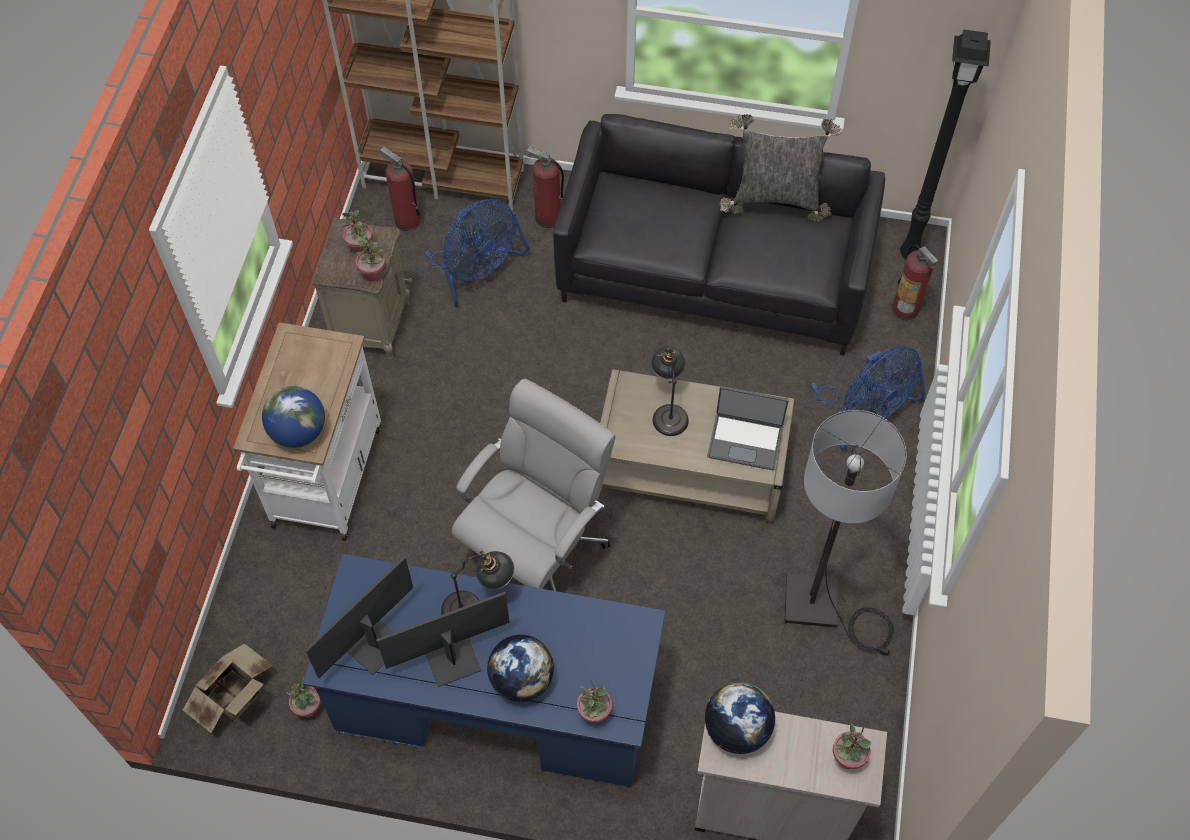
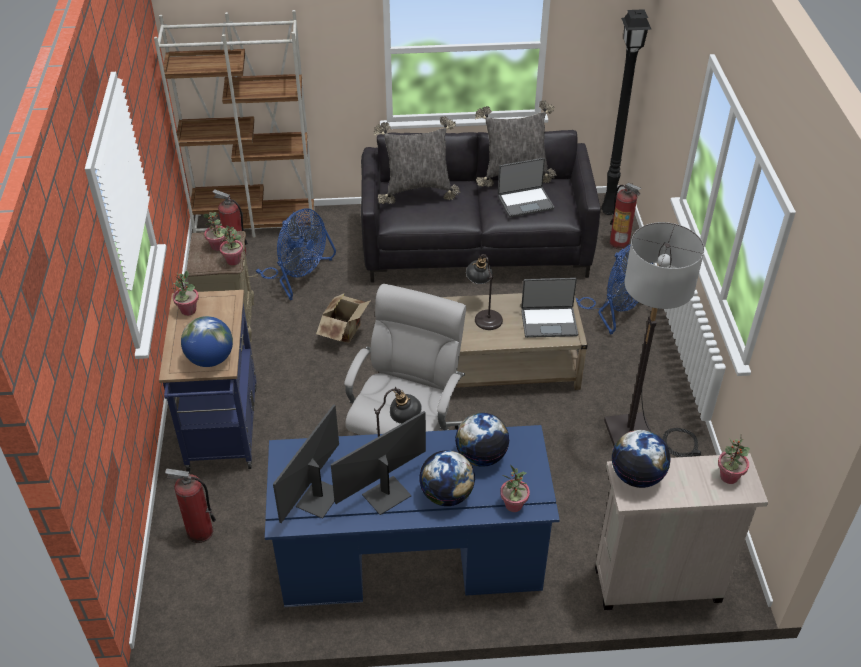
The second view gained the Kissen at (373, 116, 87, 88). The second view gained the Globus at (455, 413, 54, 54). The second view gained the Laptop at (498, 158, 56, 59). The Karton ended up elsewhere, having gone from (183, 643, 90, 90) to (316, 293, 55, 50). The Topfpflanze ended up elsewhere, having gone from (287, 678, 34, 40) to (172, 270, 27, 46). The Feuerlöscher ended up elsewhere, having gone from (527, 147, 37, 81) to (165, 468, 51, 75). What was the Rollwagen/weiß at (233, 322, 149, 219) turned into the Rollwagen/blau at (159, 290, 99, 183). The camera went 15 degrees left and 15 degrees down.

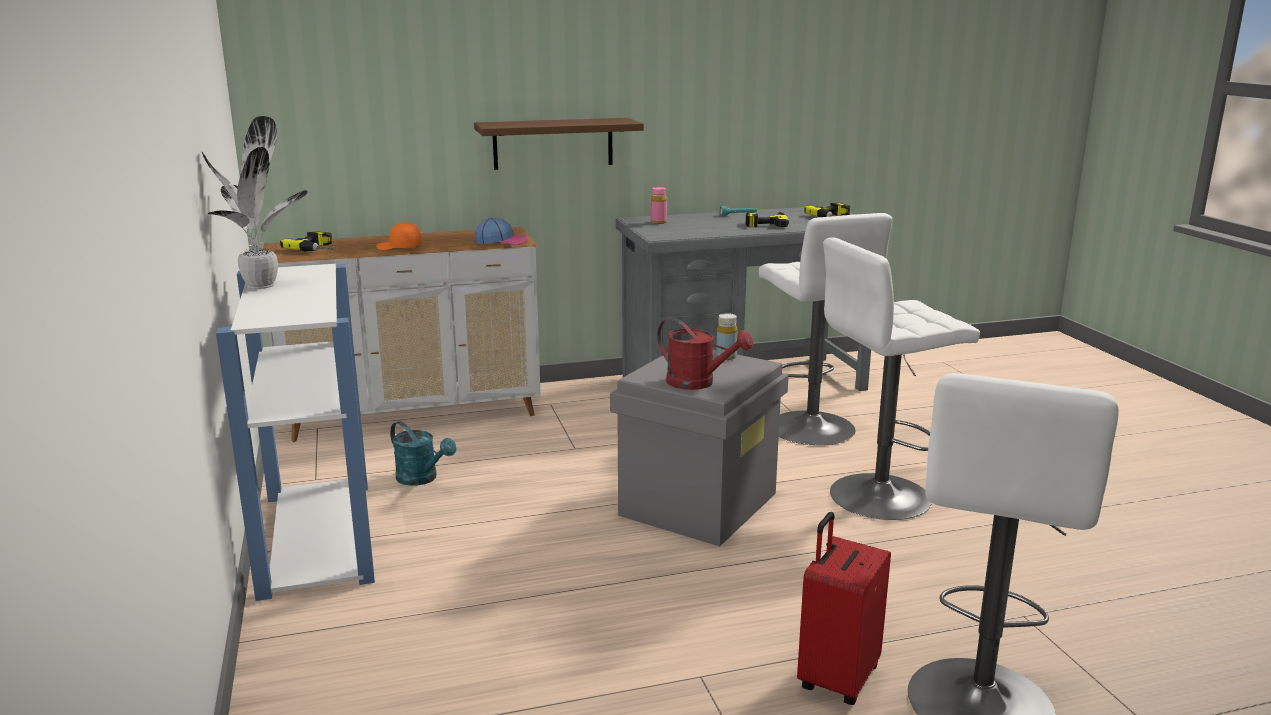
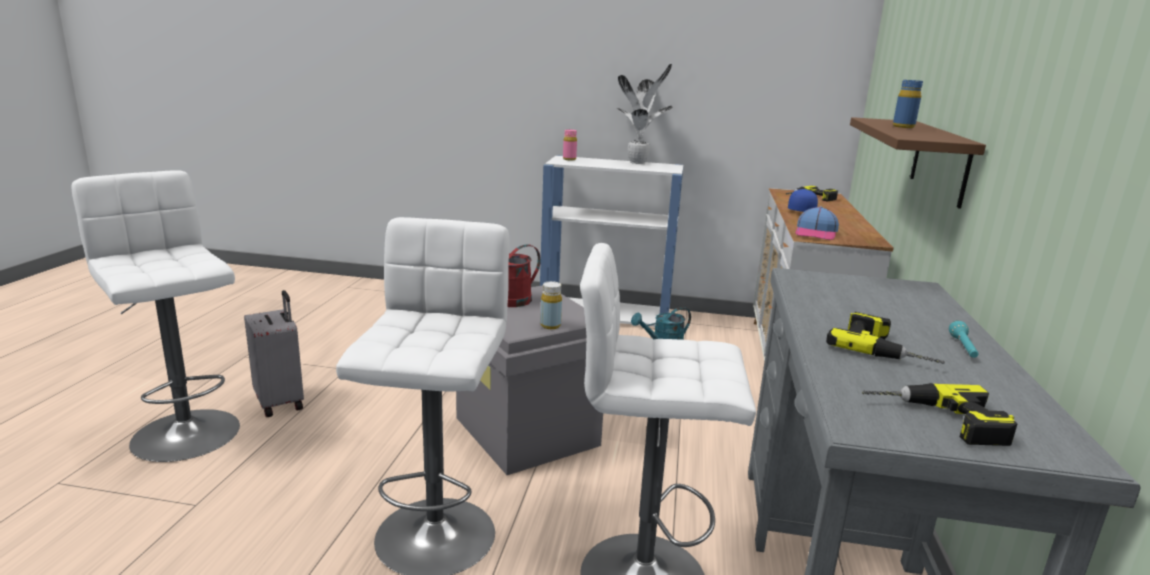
The second view gained the Flasche/blau at (893, 80, 30, 48). The Flasche/rosa ended up elsewhere, having gone from (651, 187, 16, 37) to (563, 130, 14, 30). What was the Kappe/orange at (376, 222, 46, 28) turned into the Kappe/blau at (788, 189, 30, 23). What was the Koffer/rot at (797, 512, 94, 193) turned into the Koffer/grau at (244, 290, 60, 127). The camera went 115 degrees right and 0 degrees up.

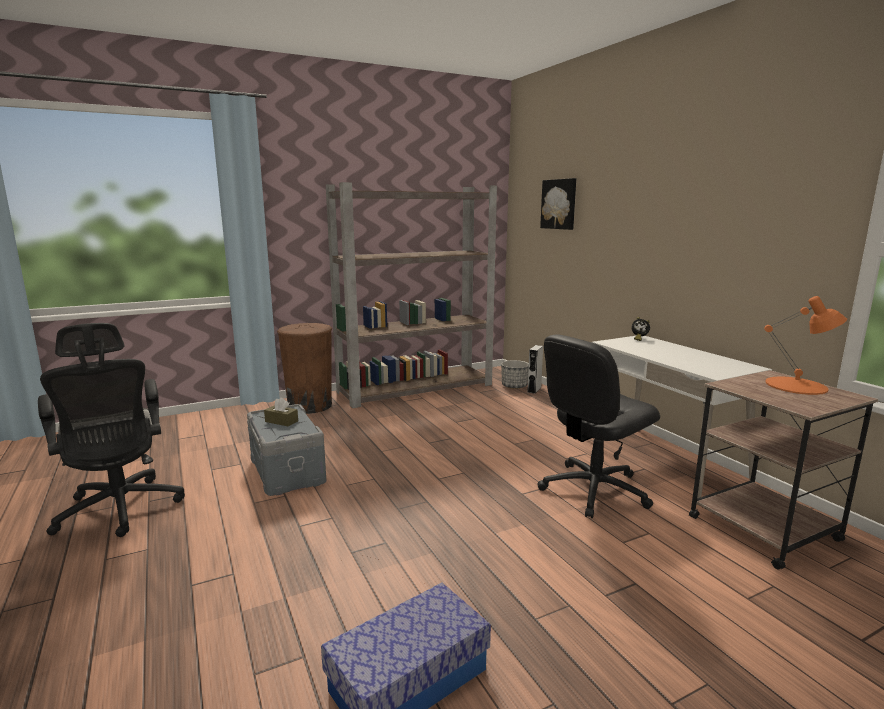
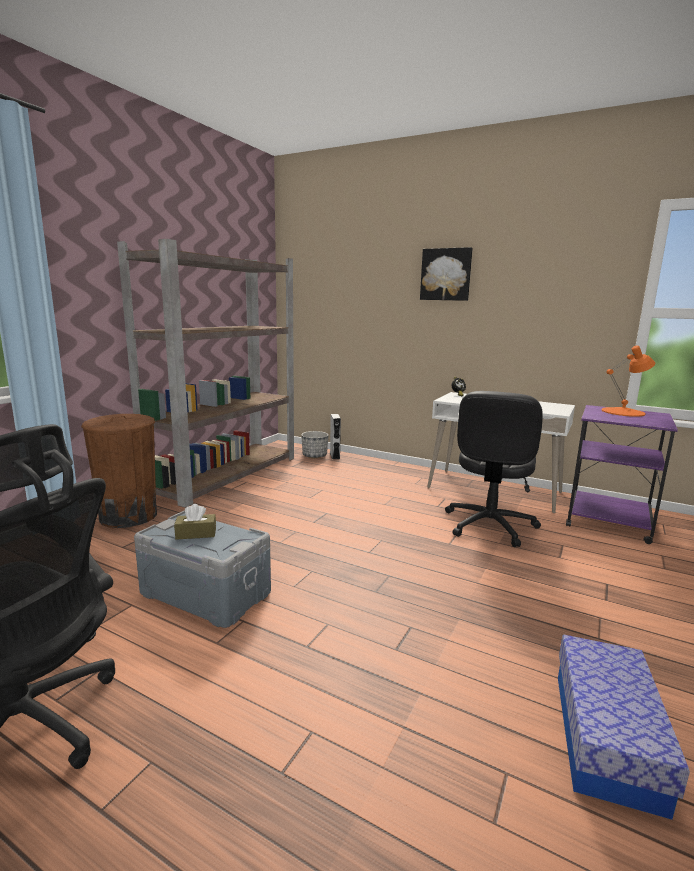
The Bild ended up elsewhere, having gone from (540, 178, 36, 52) to (420, 247, 53, 54). What was the Rollwagen/braun at (689, 370, 189, 200) turned into the Rollwagen/lila at (566, 405, 112, 139). The camera went 35 degrees left and 0 degrees up.

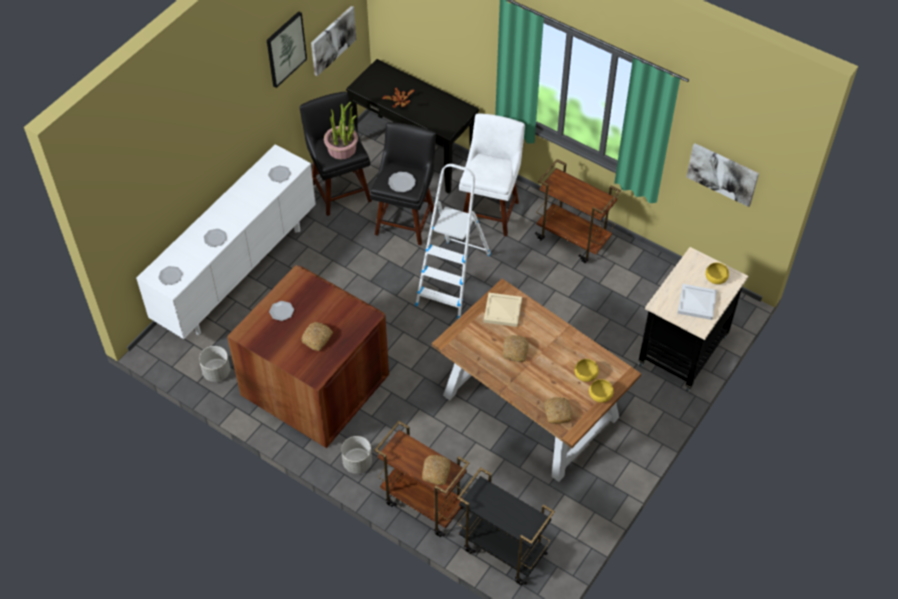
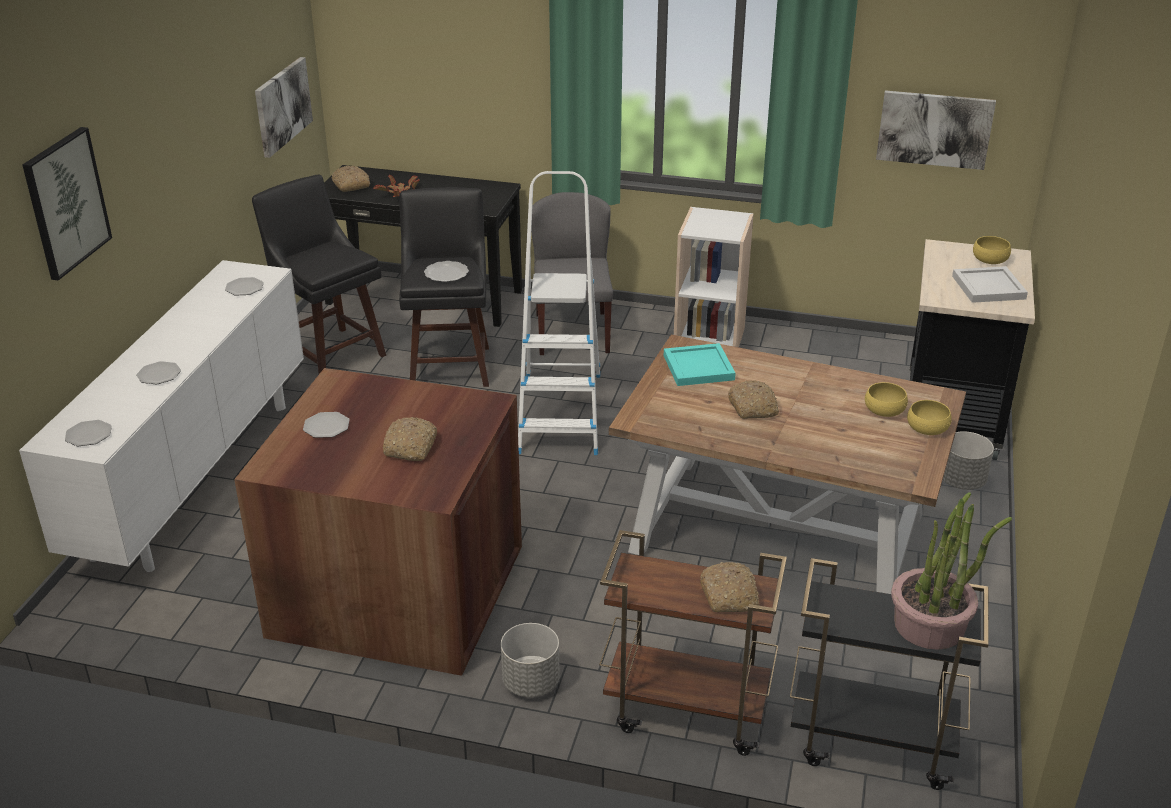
The Pflanzkübel/grau ended up elsewhere, having gone from (199, 346, 31, 36) to (943, 431, 51, 59). The Bild ended up elsewhere, having gone from (267, 11, 40, 77) to (22, 127, 90, 153). The Topfpflanze ended up elsewhere, having gone from (324, 102, 34, 57) to (891, 492, 121, 158). The Brot ended up elsewhere, having gone from (545, 397, 27, 27) to (331, 166, 39, 26). Where the Hocker/weiß stood at (459, 113, 66, 123), the Stuhl/grau came to stand at (531, 192, 82, 163). Where the Rollwagen/braun stood at (535, 159, 86, 104), the Bücherregal came to stand at (674, 207, 80, 140). What was the Tablett/beige at (484, 293, 38, 34) turned into the Tablett/türkis at (664, 343, 72, 43). The camera went 20 degrees left and 20 degrees down.

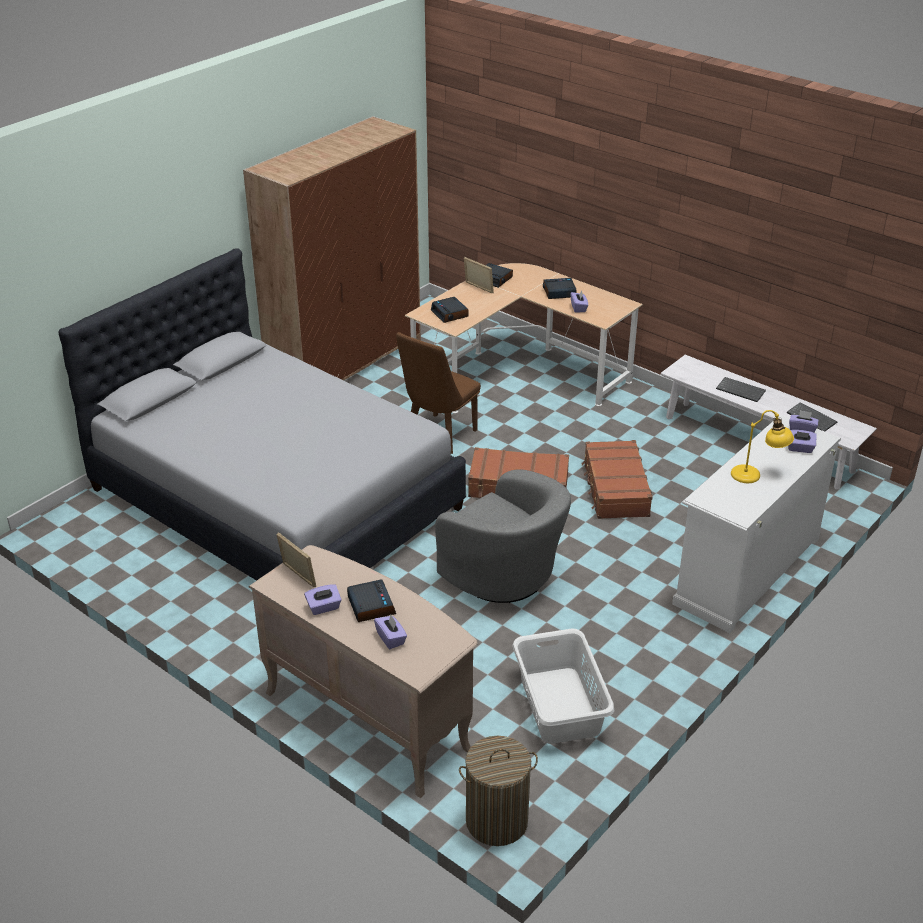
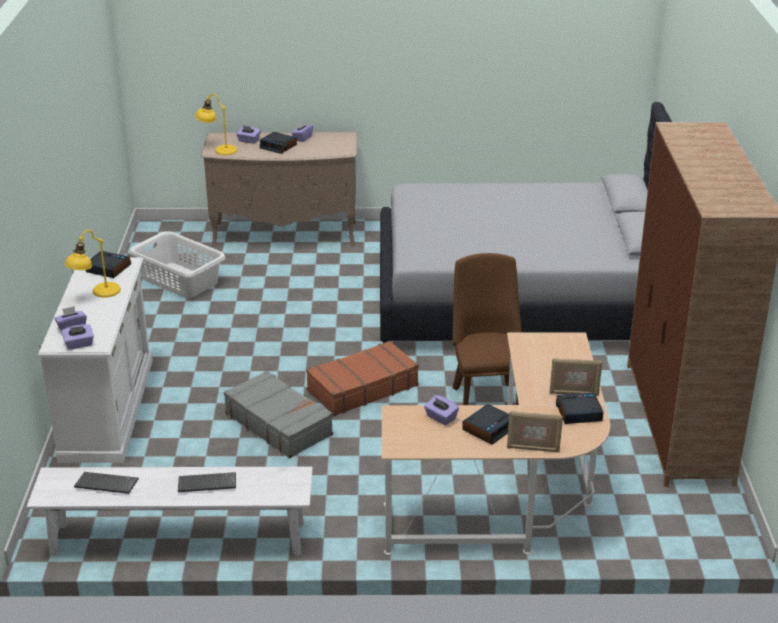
The second view lost the Sessel/grau at (435, 469, 136, 134). The second view lost the Wäschekorb at (459, 736, 79, 110). The second view gained the Tischlampe/gelb at (195, 94, 43, 61). The Bilderrahmen ended up elsewhere, having gone from (277, 533, 39, 54) to (507, 411, 56, 41). The Wecker ended up elsewhere, having gone from (431, 297, 38, 26) to (86, 251, 45, 27). What was the Koffer/braun at (582, 440, 71, 79) turned into the Koffer/grau at (224, 371, 109, 87). The camera went 140 degrees right and 5 degrees down.

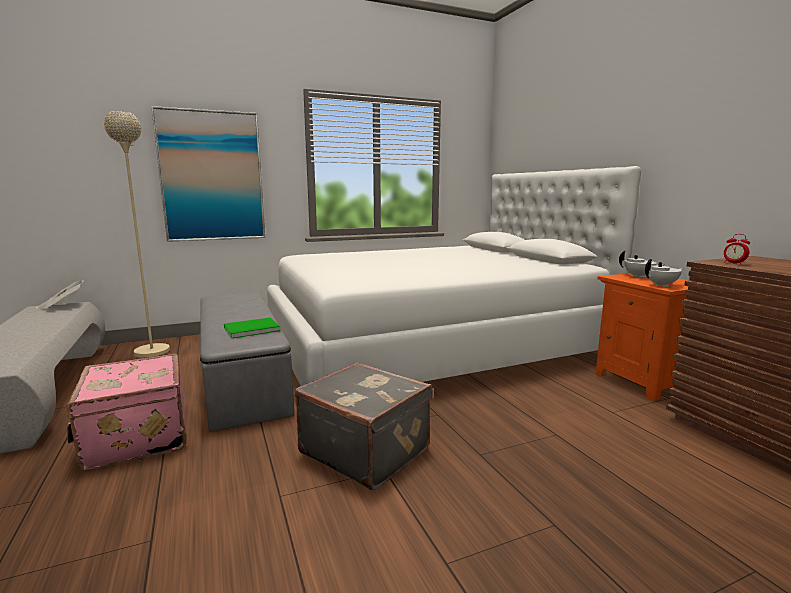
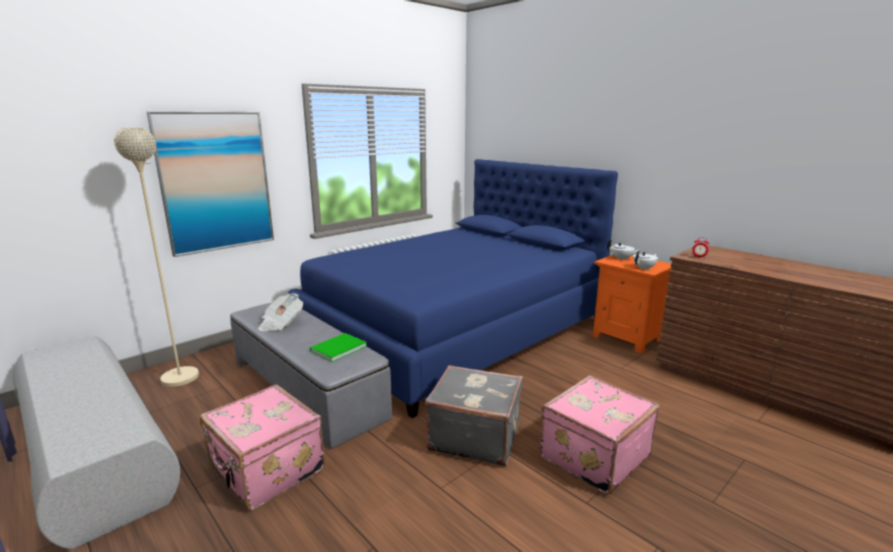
The second view gained the Koffer/rosa at (539, 375, 120, 120). The Zeitung ended up elsewhere, having gone from (35, 280, 49, 29) to (258, 293, 45, 38). What was the Bett/weiß at (267, 166, 374, 220) turned into the Bett/blau at (289, 159, 329, 259). The camera went 20 degrees left and 5 degrees up.

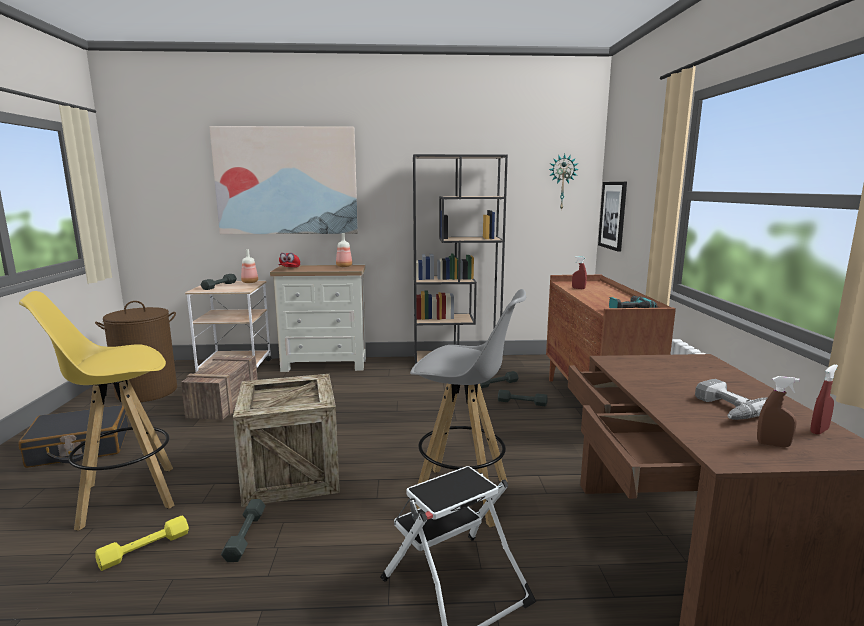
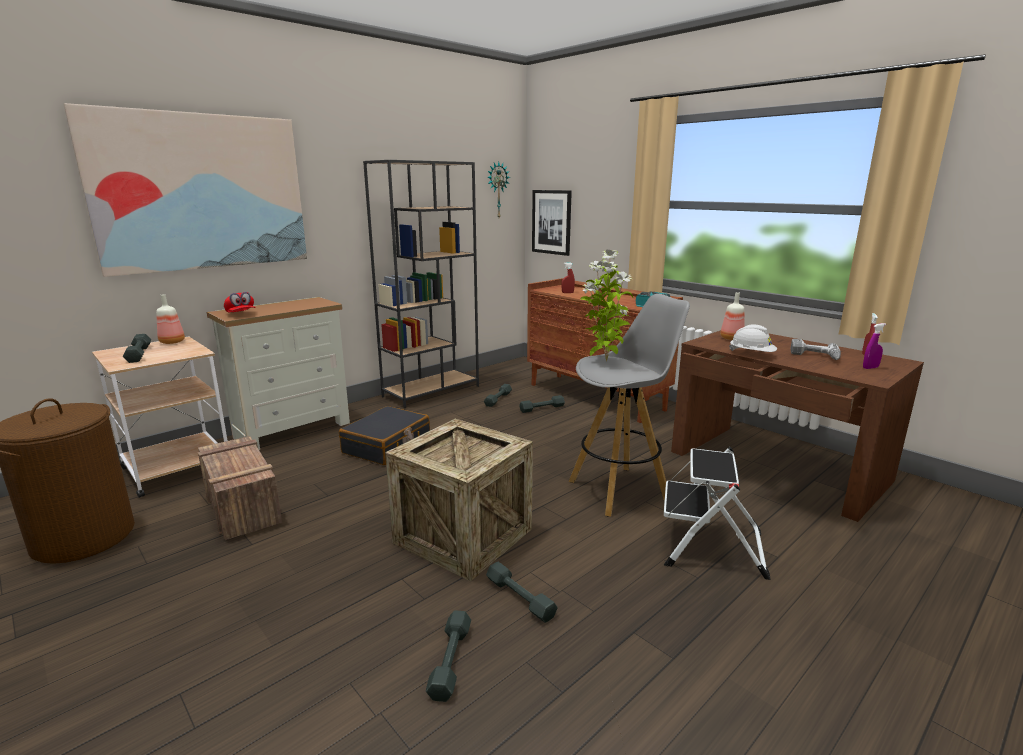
The second view lost the Hocker/gelb at (19, 291, 155, 240). The second view gained the Topfpflanze at (580, 250, 53, 111). The second view gained the Schutzhelm/weiß at (729, 325, 48, 27). The Koffer/schwarz ended up elsewhere, having gone from (19, 405, 109, 63) to (339, 406, 91, 59). The Flasche ended up elsewhere, having gone from (336, 233, 16, 34) to (720, 292, 25, 48). What was the Hantel/gelb at (95, 515, 94, 56) turned into the Hantel/grau at (426, 610, 45, 92). What was the Sprühflasche/braun at (757, 376, 43, 71) turned into the Sprühflasche/lila at (863, 323, 23, 46). The camera went 40 degrees left and 5 degrees up.

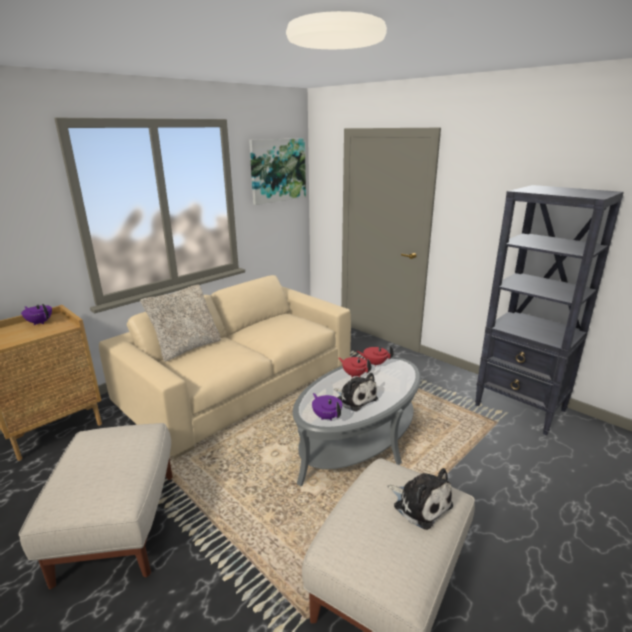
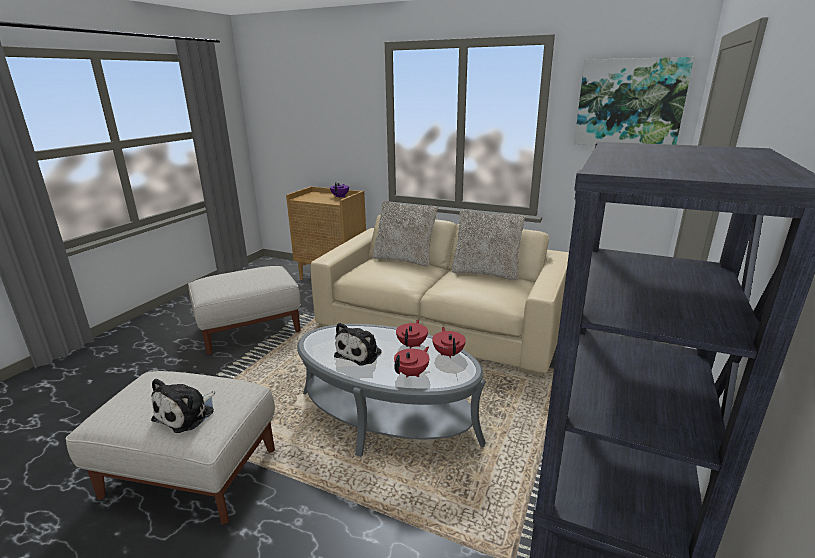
The second view lost the Teekanne/lila at (312, 393, 30, 27). The second view gained the Teekanne/rot at (394, 347, 35, 30). The second view gained the Kissen/beige at (452, 210, 73, 70). The camera went 70 degrees right and 0 degrees up.

